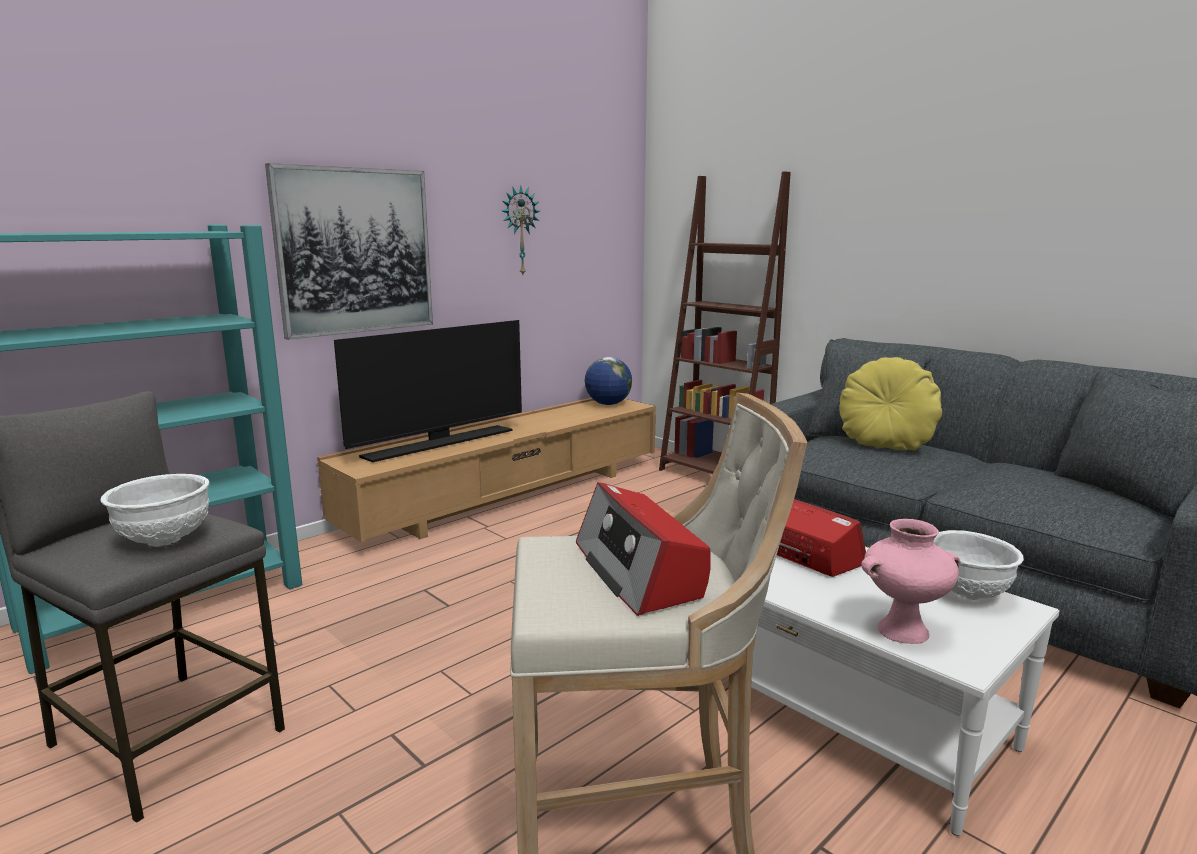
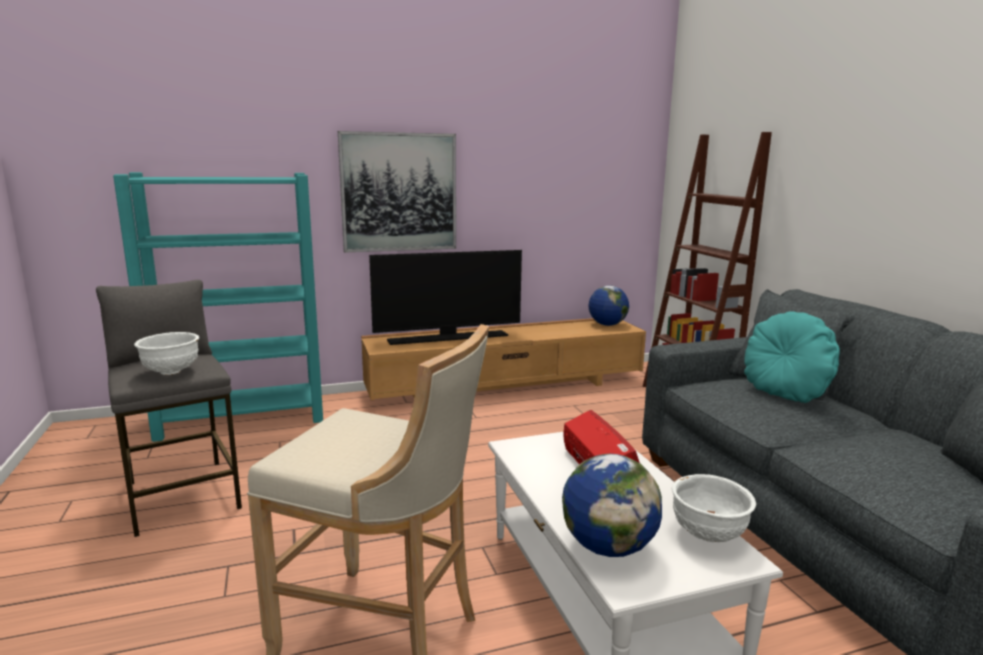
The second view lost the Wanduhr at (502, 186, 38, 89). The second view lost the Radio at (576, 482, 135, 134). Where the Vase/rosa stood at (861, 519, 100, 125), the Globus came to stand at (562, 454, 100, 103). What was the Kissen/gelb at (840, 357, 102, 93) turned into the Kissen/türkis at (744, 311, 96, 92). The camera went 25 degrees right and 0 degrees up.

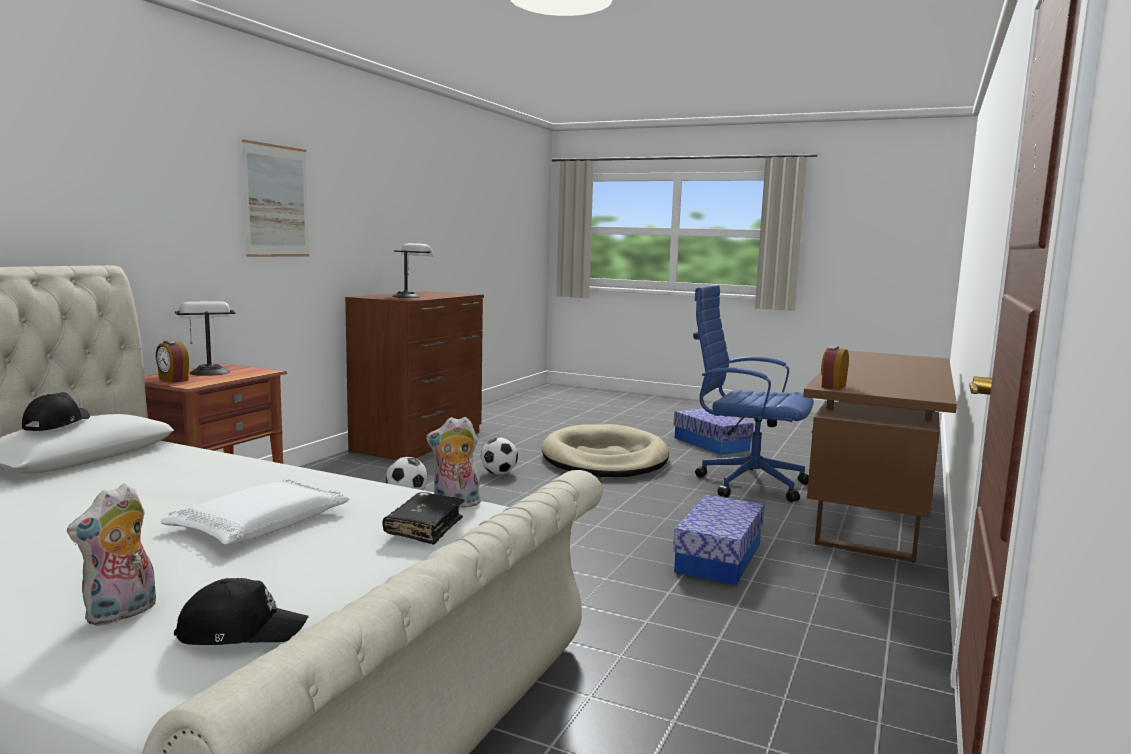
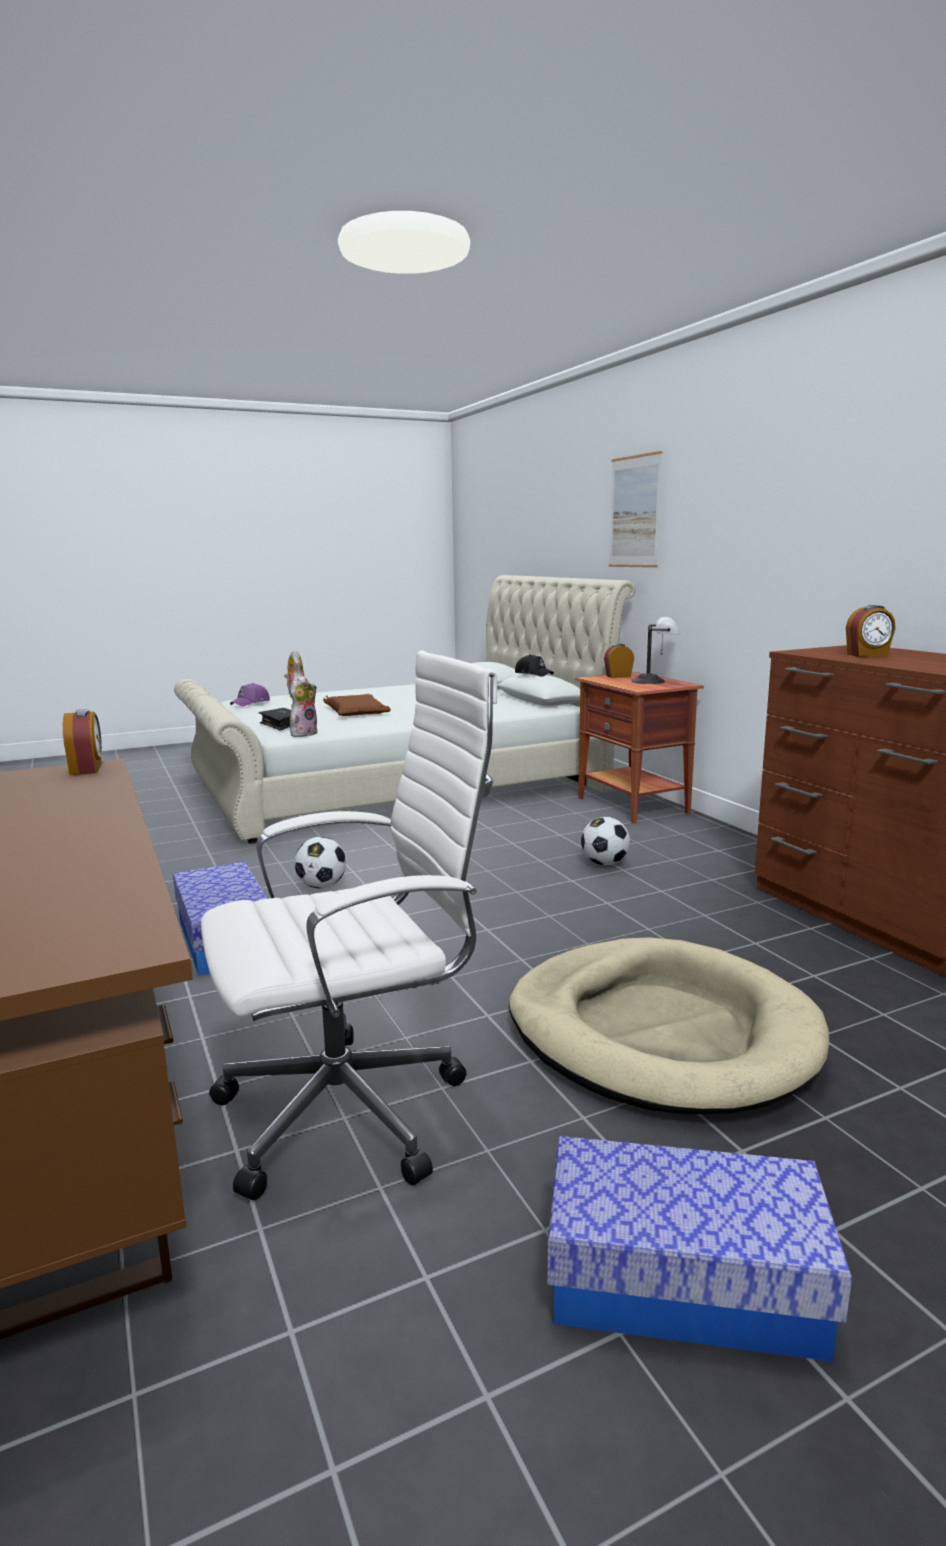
The Bild ended up elsewhere, having gone from (242, 139, 67, 118) to (609, 451, 54, 117). The Fußball ended up elsewhere, having gone from (481, 437, 37, 38) to (294, 837, 52, 51). Where the Tischlampe stood at (392, 243, 42, 55), the Wecker came to stand at (846, 605, 50, 52). What was the Kissen/weiß at (160, 479, 189, 66) turned into the Kissen/braun at (323, 694, 68, 22). What was the Kappe/schwarz at (174, 578, 134, 67) turned into the Kappe/lila at (230, 683, 40, 23). What was the Bürostuhl/blau at (693, 285, 121, 217) turned into the Bürostuhl/weiß at (201, 651, 296, 549). The camera went 130 degrees right and 5 degrees up.

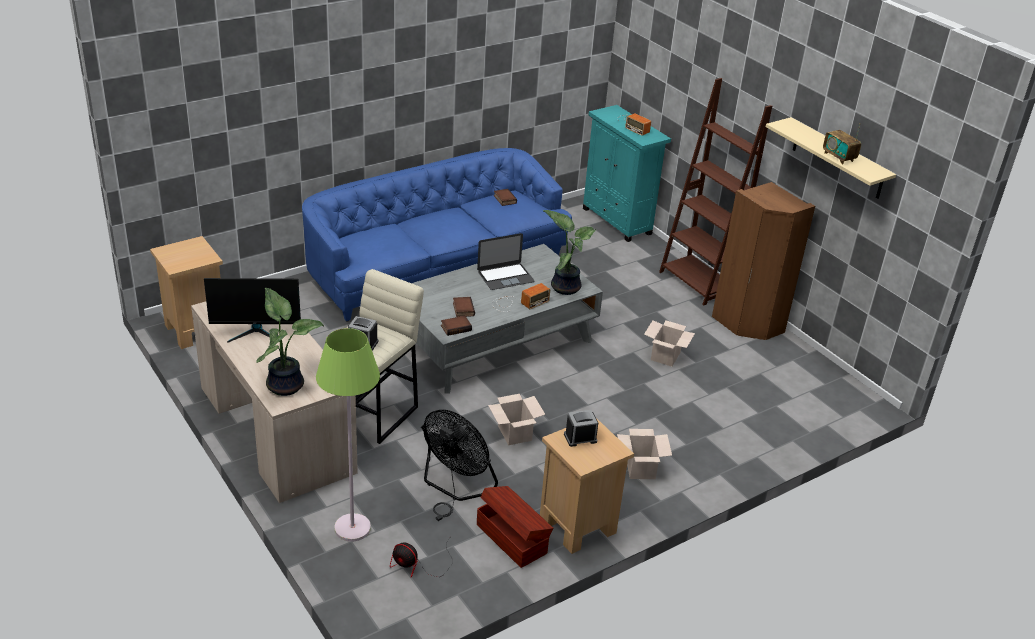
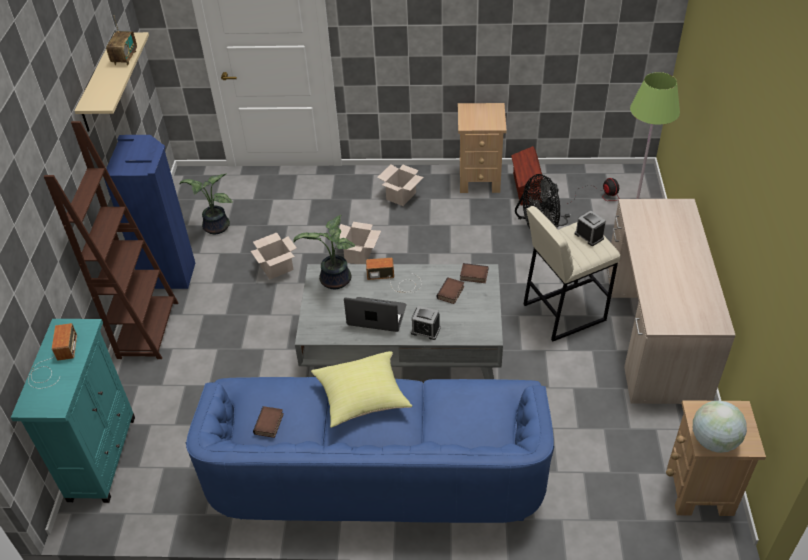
The second view lost the Monitor at (204, 278, 97, 65). The second view gained the Kissen/gelb at (311, 351, 101, 77). The second view gained the Globus at (693, 401, 54, 52). The Topfpflanze ended up elsewhere, having gone from (256, 288, 68, 108) to (179, 174, 54, 60). The Karton ended up elsewhere, having gone from (488, 394, 58, 51) to (339, 222, 42, 42). The Wecker ended up elsewhere, having gone from (564, 410, 34, 37) to (411, 306, 30, 34). What was the Schrank/braun at (712, 182, 103, 158) turned into the Schrank/blau at (104, 135, 91, 154). The camera went 140 degrees left and 10 degrees up.

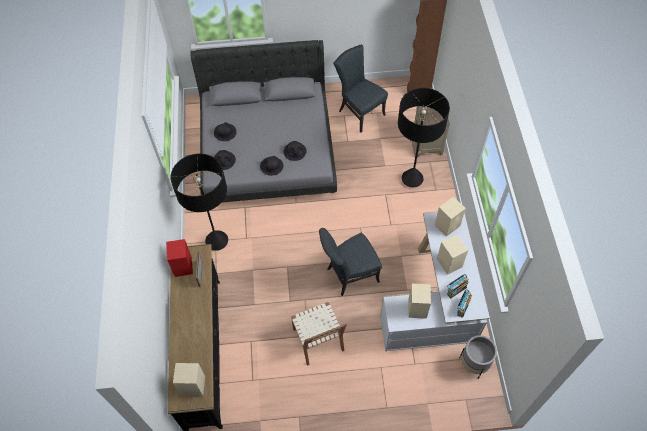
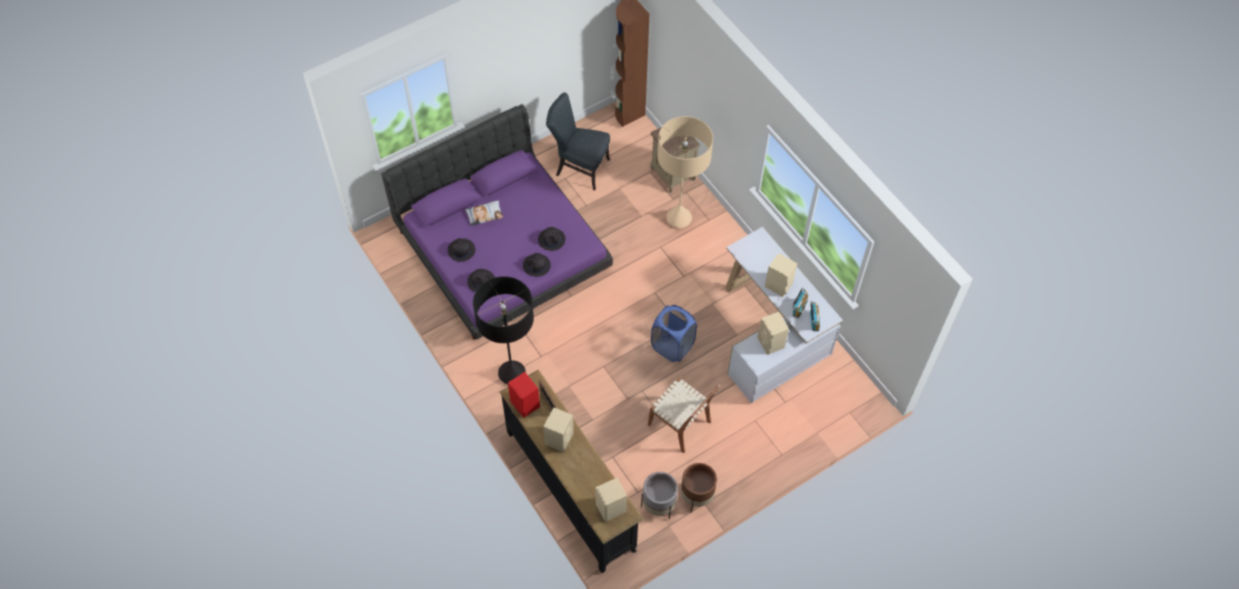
The second view gained the Kissen at (465, 200, 38, 26). The second view gained the Pflanzkübel/braun at (681, 463, 36, 49). The Lautsprecher/beige ended up elsewhere, having gone from (435, 197, 31, 40) to (543, 407, 31, 45). The Pflanzkübel/grau ended up elsewhere, having gone from (459, 335, 38, 44) to (641, 472, 37, 47). Where the Stuhl/grau stood at (319, 228, 63, 68), the Wäschekorb/blau came to stand at (651, 305, 46, 57). What was the Bett/grau at (190, 40, 147, 162) turned into the Bett/lila at (381, 104, 232, 236). What was the Stehlampe/schwarz at (398, 88, 52, 99) turned into the Stehlampe/beige at (657, 116, 56, 112). The camera went 30 degrees left and 0 degrees up.

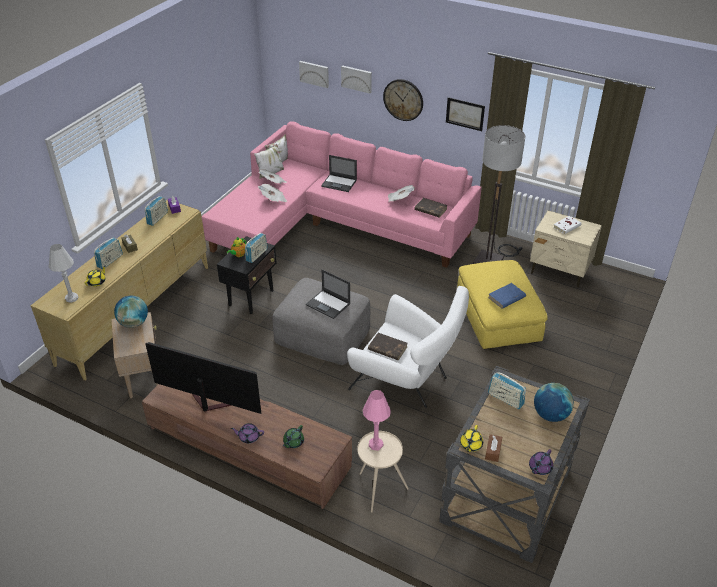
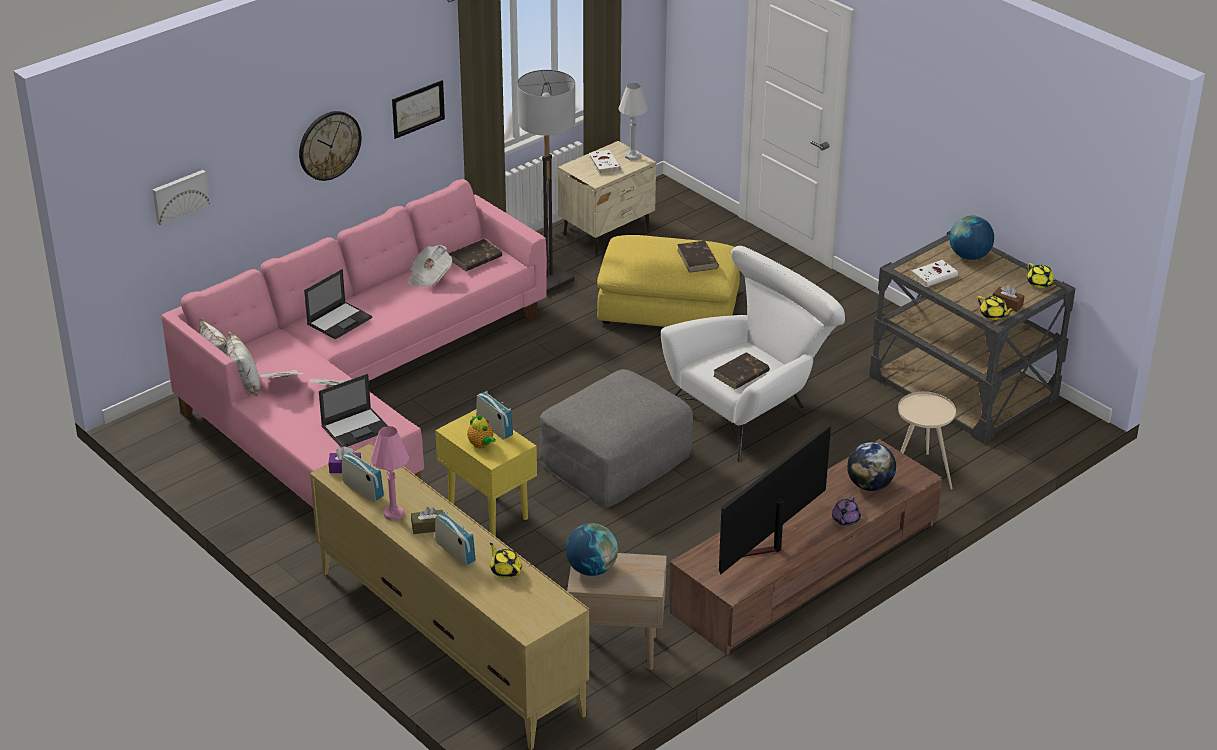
The second view lost the Bild at (341, 65, 31, 29). The Tischlampe/weiß ended up elsewhere, having gone from (49, 244, 30, 59) to (619, 83, 29, 78). The Laptop ended up elsewhere, having gone from (306, 269, 45, 50) to (319, 374, 69, 73). The Tischlampe/rosa ended up elsewhere, having gone from (363, 390, 28, 61) to (370, 426, 39, 95). Where the Teekanne/grün stood at (283, 425, 21, 23), the Globus came to stand at (847, 442, 49, 49). Where the Radio stood at (488, 372, 38, 37), the Buch/weiß came to stand at (911, 260, 47, 27). What was the Beistelltisch/schwarz at (217, 236, 60, 78) turned into the Beistelltisch/gelb at (435, 410, 102, 127). What was the Buch/blau at (488, 283, 38, 26) turned into the Buch/braun at (677, 241, 42, 32). What was the Teekanne/lila at (529, 449, 24, 26) turned into the Teekanne/gelb at (1027, 263, 29, 25). The camera went 70 degrees left and 5 degrees down.

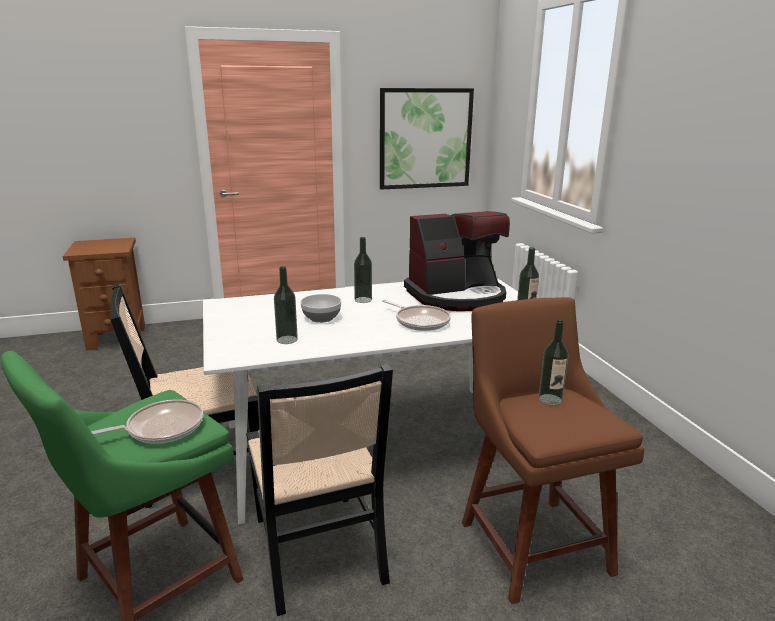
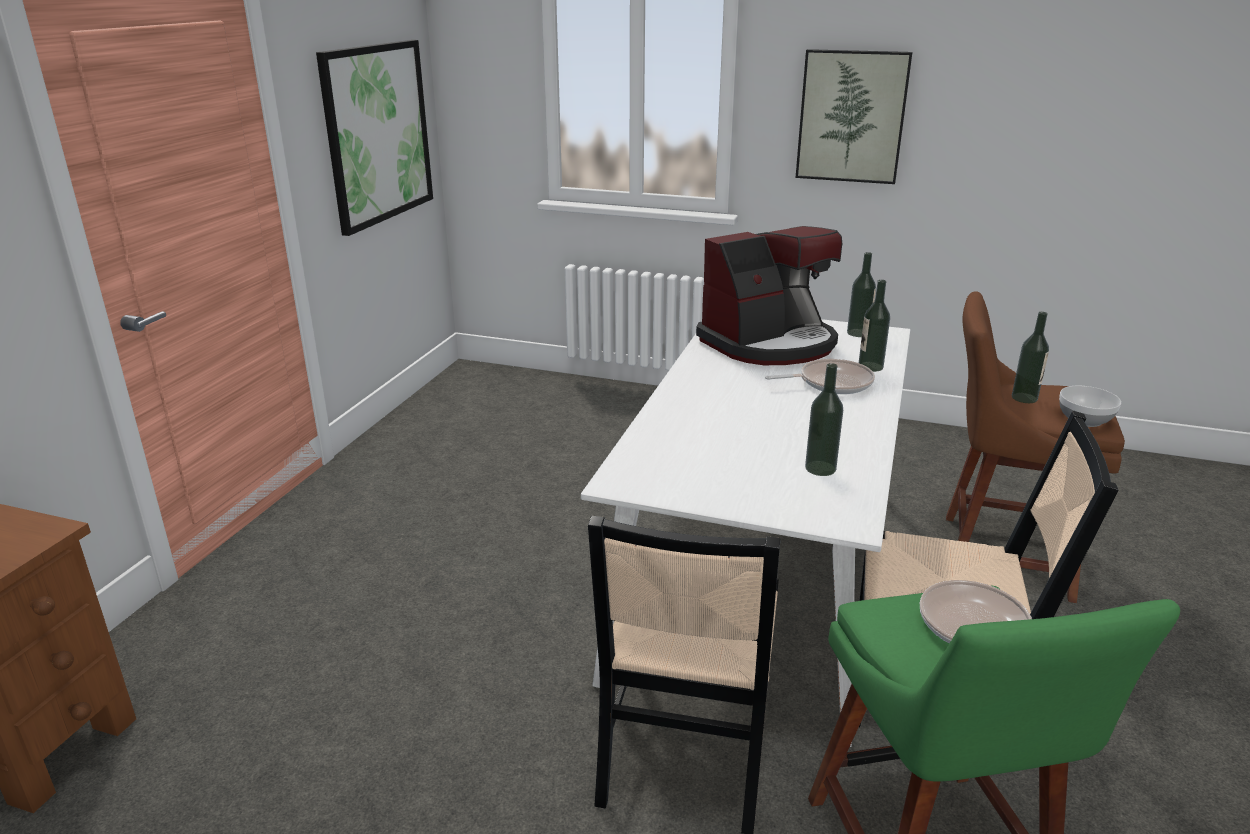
The second view gained the Bild at (796, 49, 117, 135). The Schüssel ended up elsewhere, having gone from (300, 294, 41, 29) to (1059, 386, 62, 41). The Flasche ended up elsewhere, having gone from (354, 237, 18, 66) to (859, 280, 31, 92). The Kaffeemaschine at (404, 211, 106, 100) ended up facing another way, 45 degrees clockwise from before. The camera went 55 degrees left and 5 degrees up.

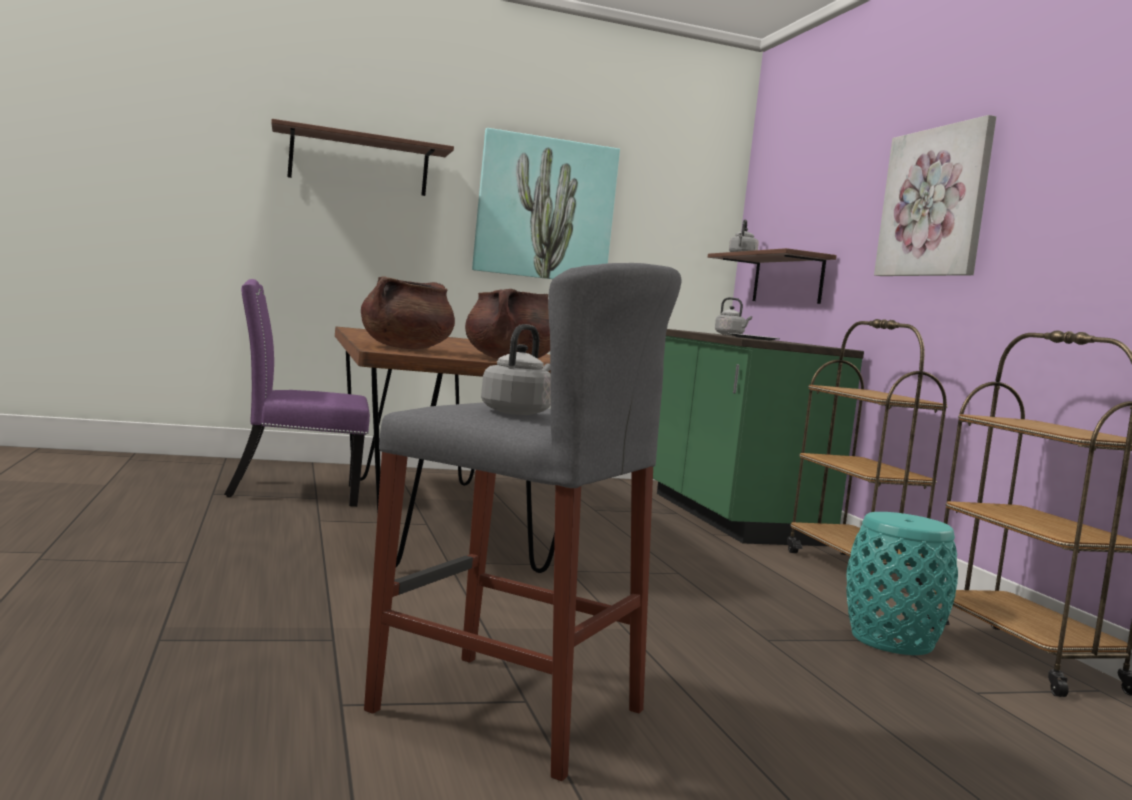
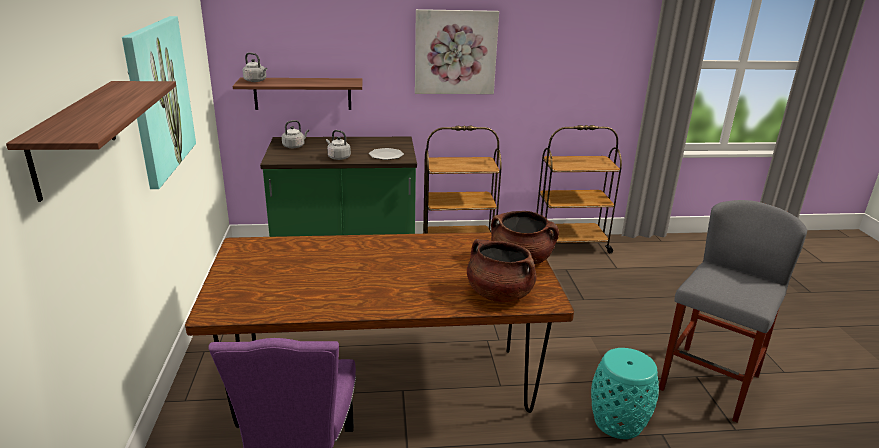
The Wasserkessel/grau ended up elsewhere, having gone from (481, 324, 70, 91) to (326, 130, 25, 30). The Hocker/türkis ended up elsewhere, having gone from (846, 512, 112, 143) to (591, 348, 68, 91). The camera went 80 degrees left and 20 degrees up.

